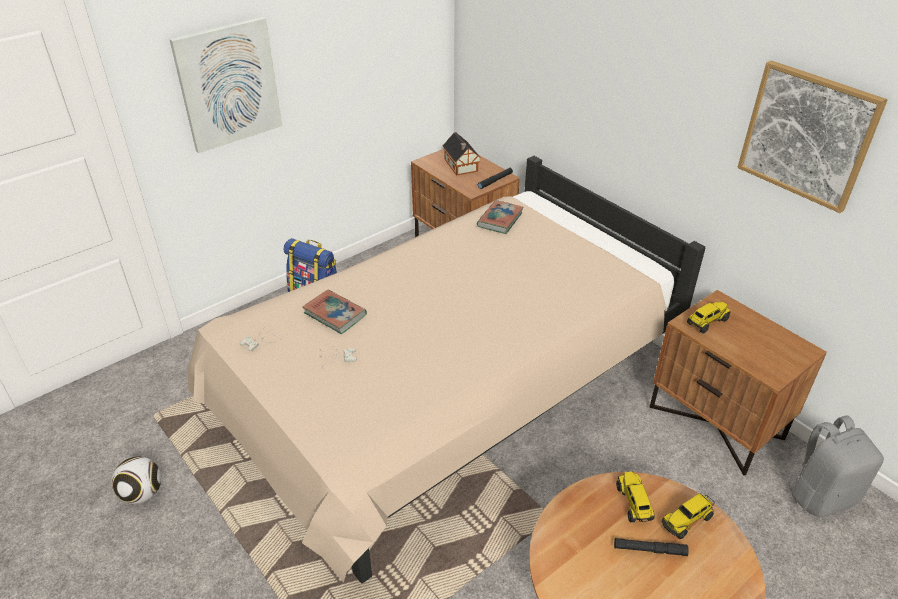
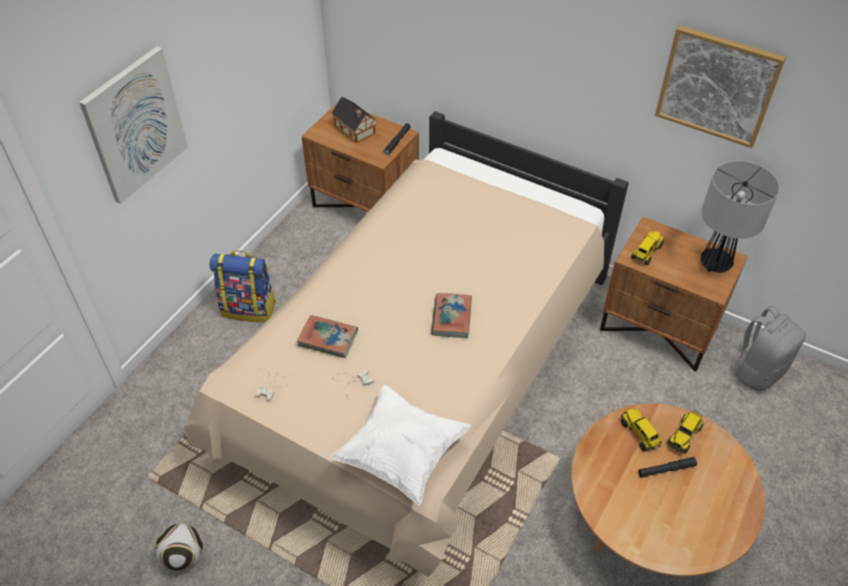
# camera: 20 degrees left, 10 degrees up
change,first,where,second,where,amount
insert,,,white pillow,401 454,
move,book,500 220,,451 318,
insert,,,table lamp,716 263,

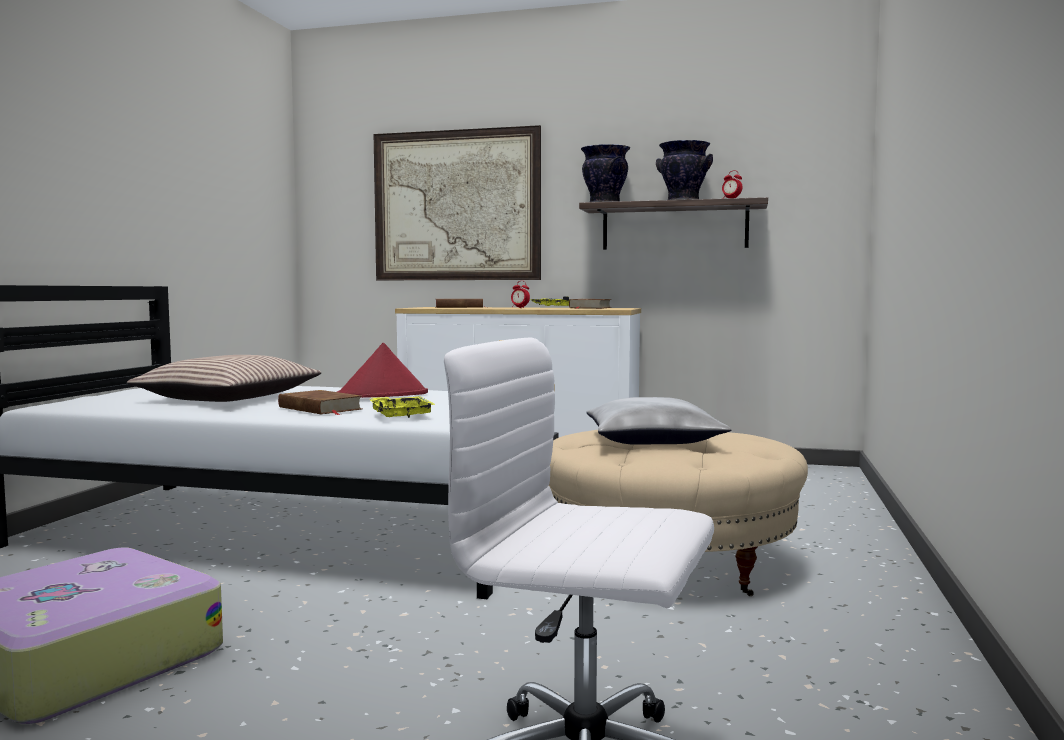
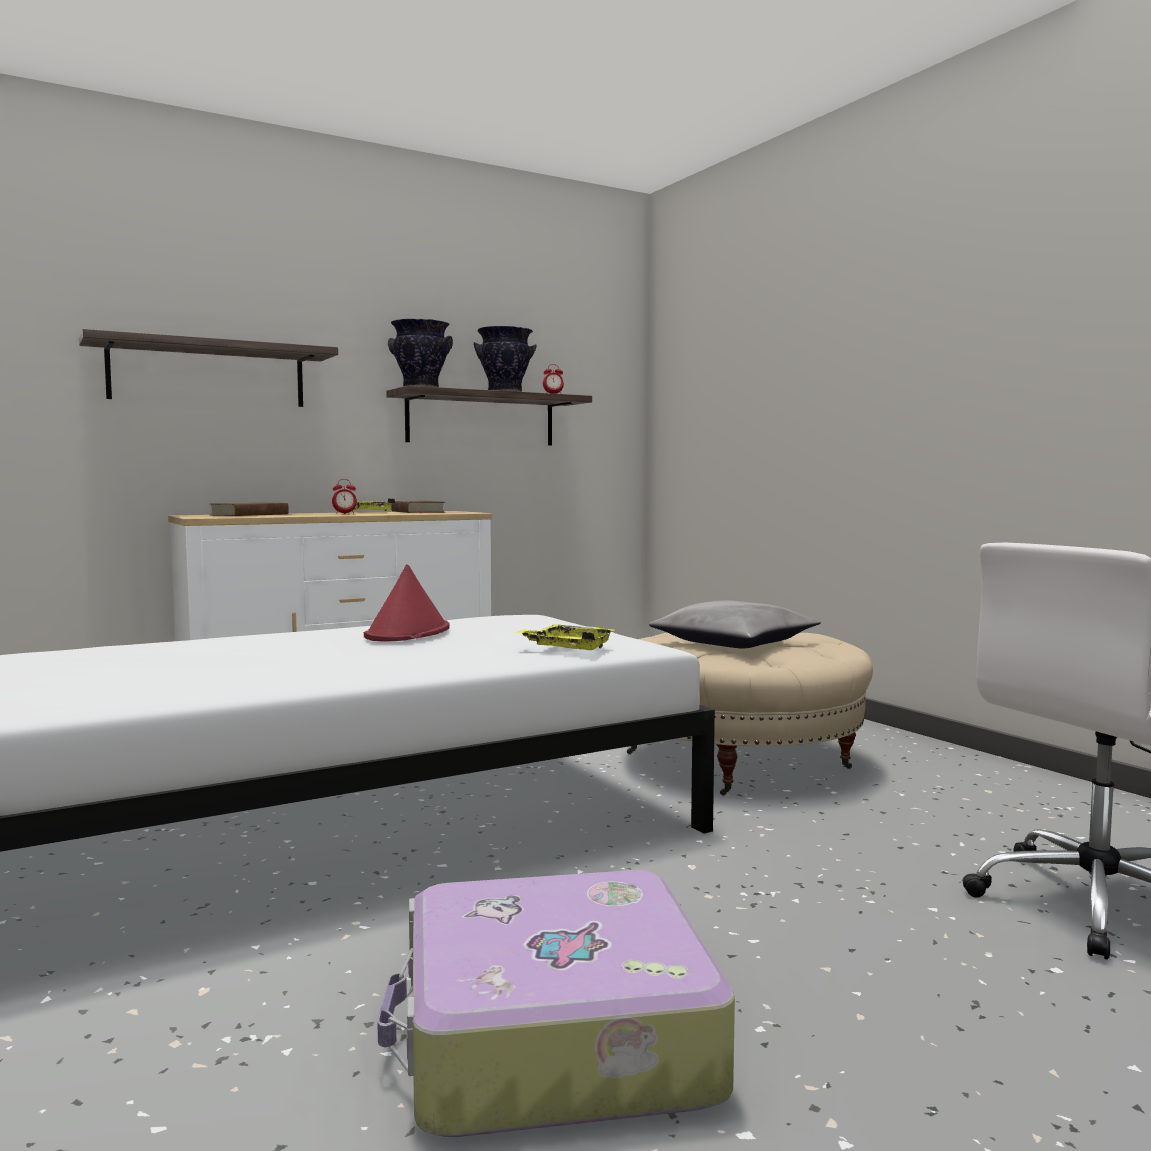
# camera: 45 degrees left, 0 degrees up
change,first,where,second,where,amount
replace,picture,456 206,shelf,208 374,
delete,pillow,228 398,,,
delete,brown book,320 408,,,

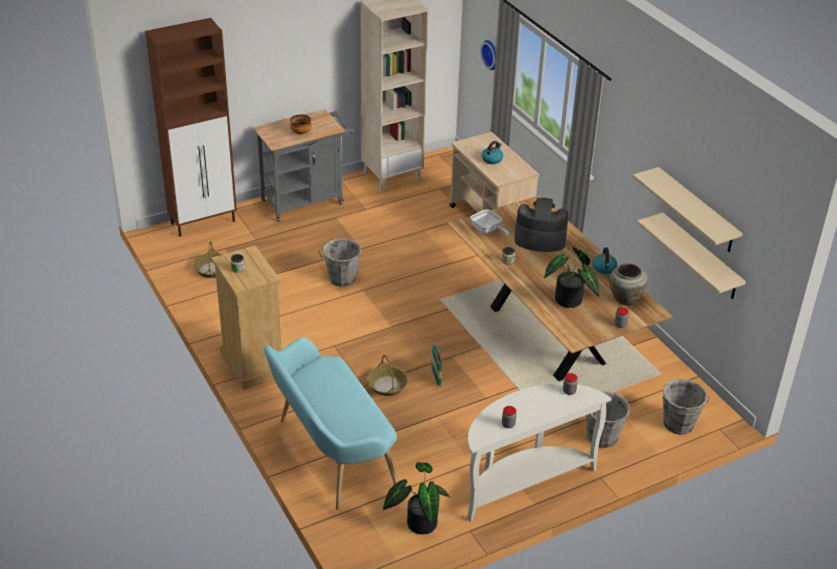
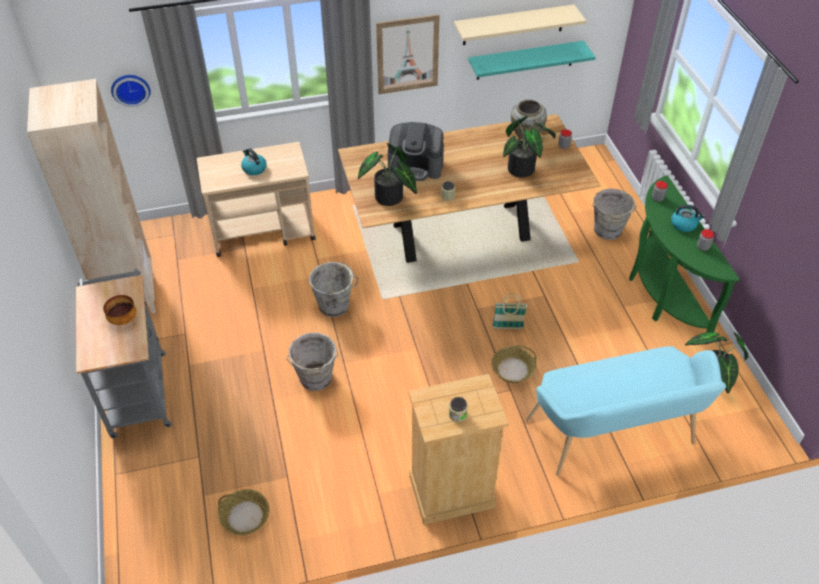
# camera: 75 degrees left, 10 degrees up
change,first,where,second,where,amount
move,grey bucket,678 425,,335 306,
replace,frying pan,487 231,potted plant,389 199,
insert,,,picture,407 54,
rotate,coffee machine,539 239,,416 166,105 degrees counterclockwise
recolor,beige shelf,700 257,turquoise shelf,525 60,
recolor,white console table,523 482,green console table,661 294,
move,kettle,604 268,,684 224,
delete,brown cabinet,204 222,,,

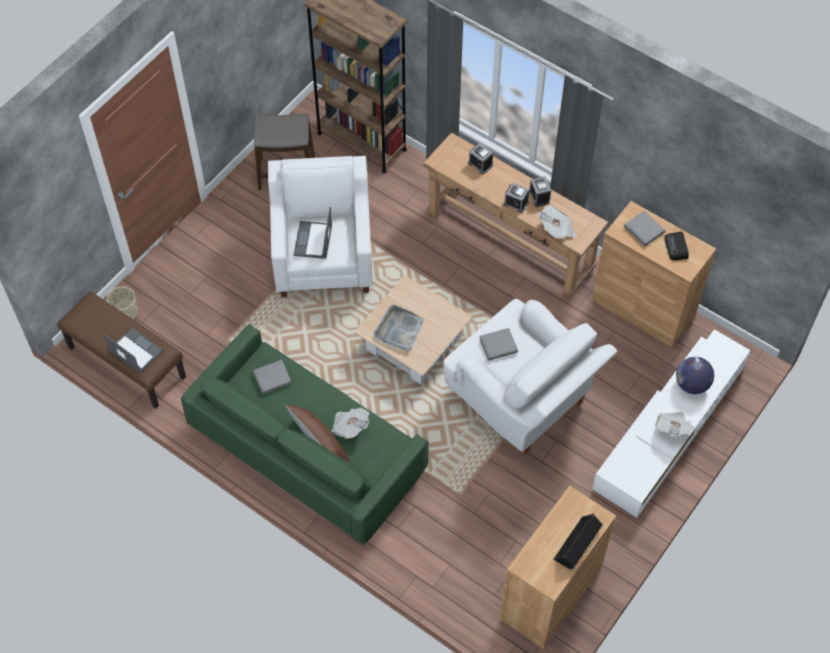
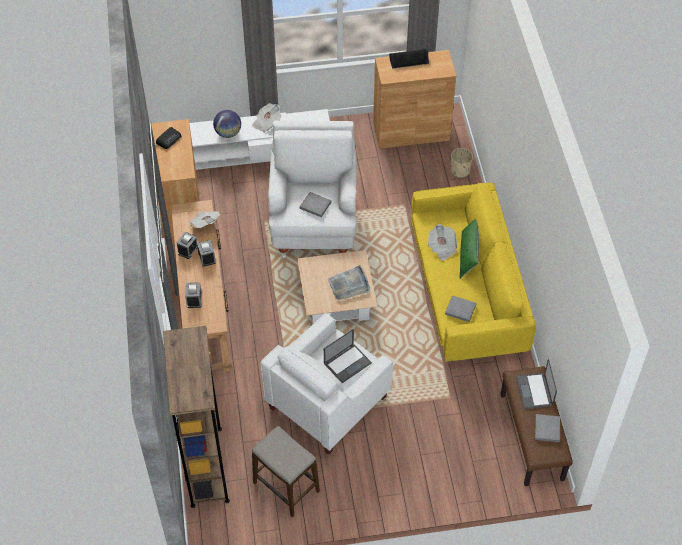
# camera: 135 degrees left, 5 degrees down
change,first,where,second,where,amount
recolor,green sofa,308 451,yellow sofa,466 291,
move,beige planter,125 313,,460 171,
recolor,brown pillow,319 441,green pillow,468 255,
move,grey book,644 230,,547 429,

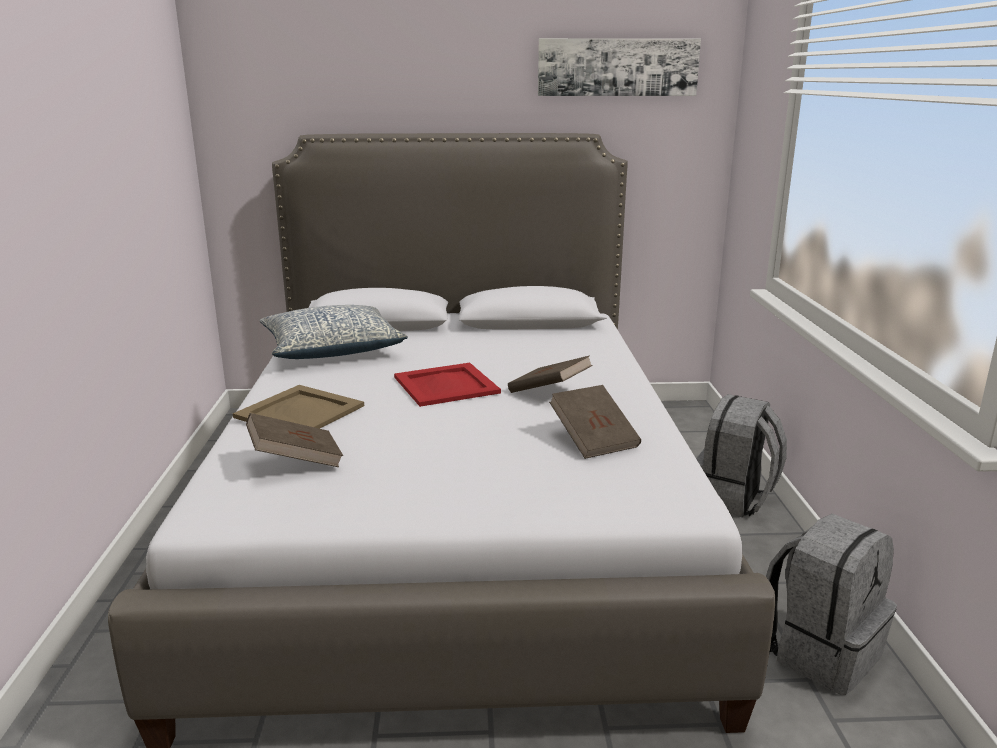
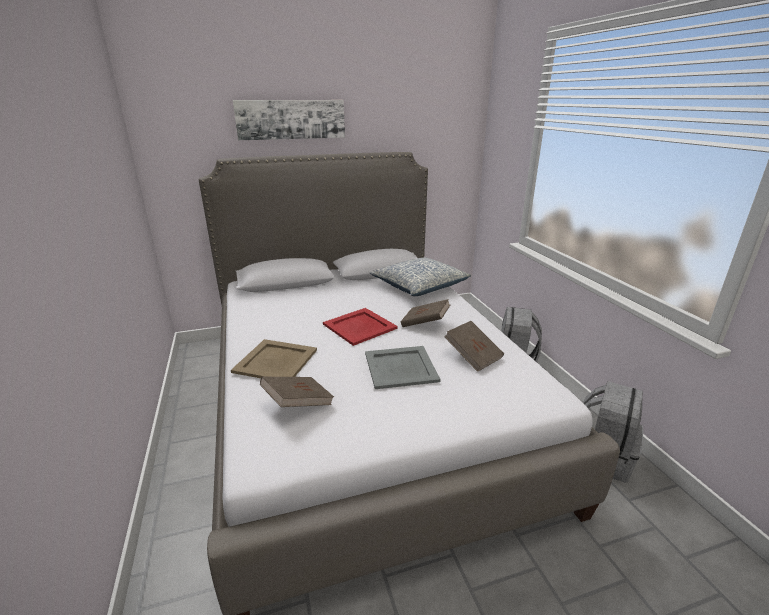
# camera: 15 degrees left, 5 degrees up
change,first,where,second,where,amount
move,picture,617 67,,291 119,
insert,,,grey tray,400 367,
move,pillow,332 349,,419 286,

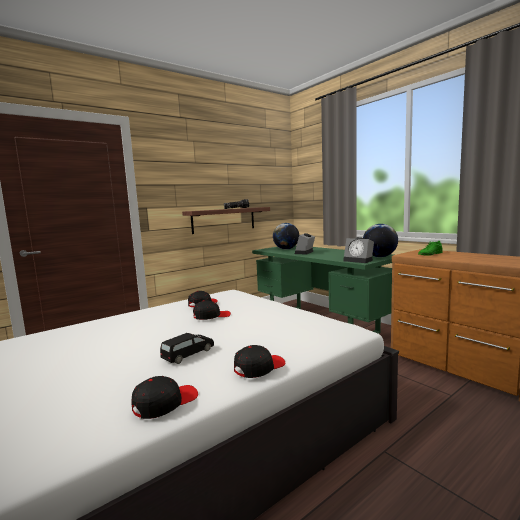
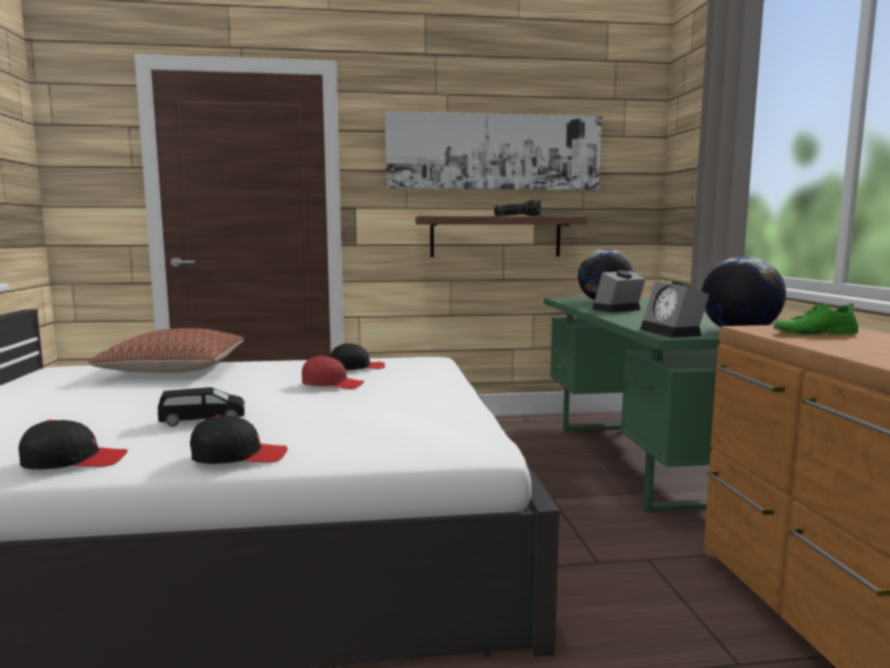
# camera: 30 degrees right, 0 degrees up
change,first,where,second,where,amount
insert,,,pillow,174 369,
recolor,black cap,211 316,red cap,332 384,
insert,,,picture,494 152,

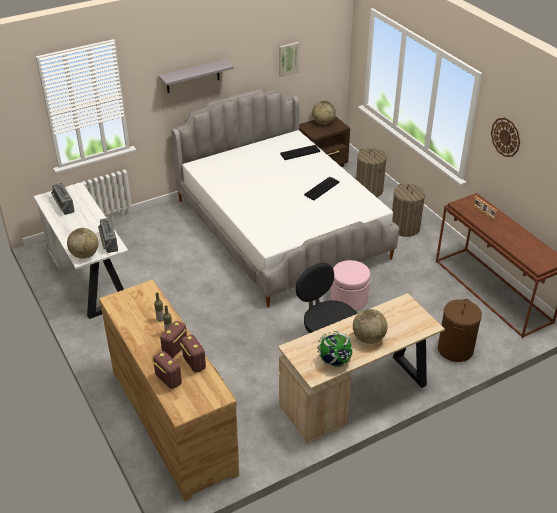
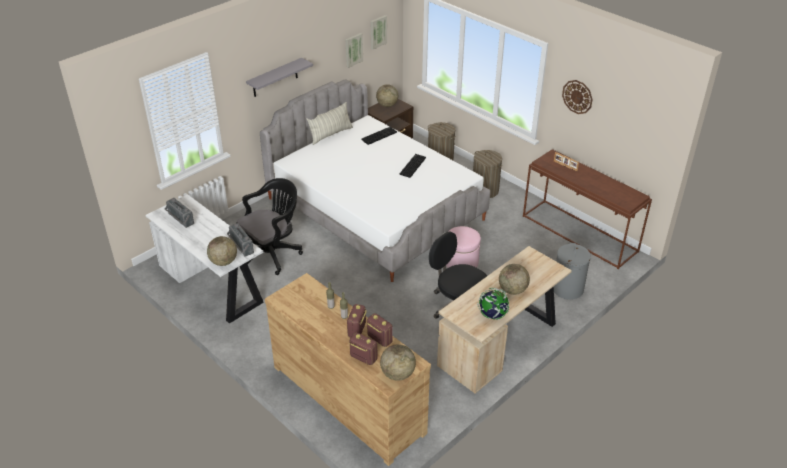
# camera: 15 degrees left, 0 degrees up
change,first,where,second,where,amount
insert,,,black office chair,272 253,
insert,,,pillow,331 134,
insert,,,picture,378 31,
insert,,,globe,397 374,
recolor,brown laundry basket,455 349,grey laundry basket,567 289,

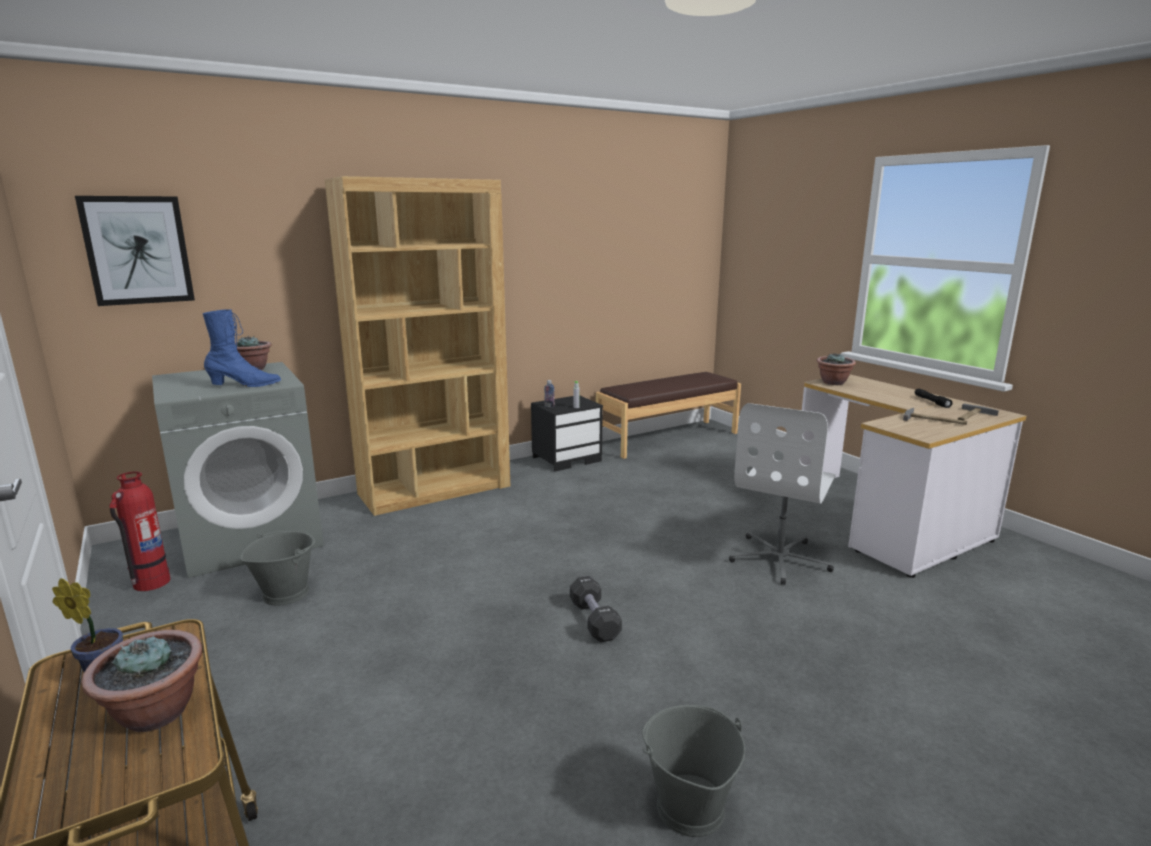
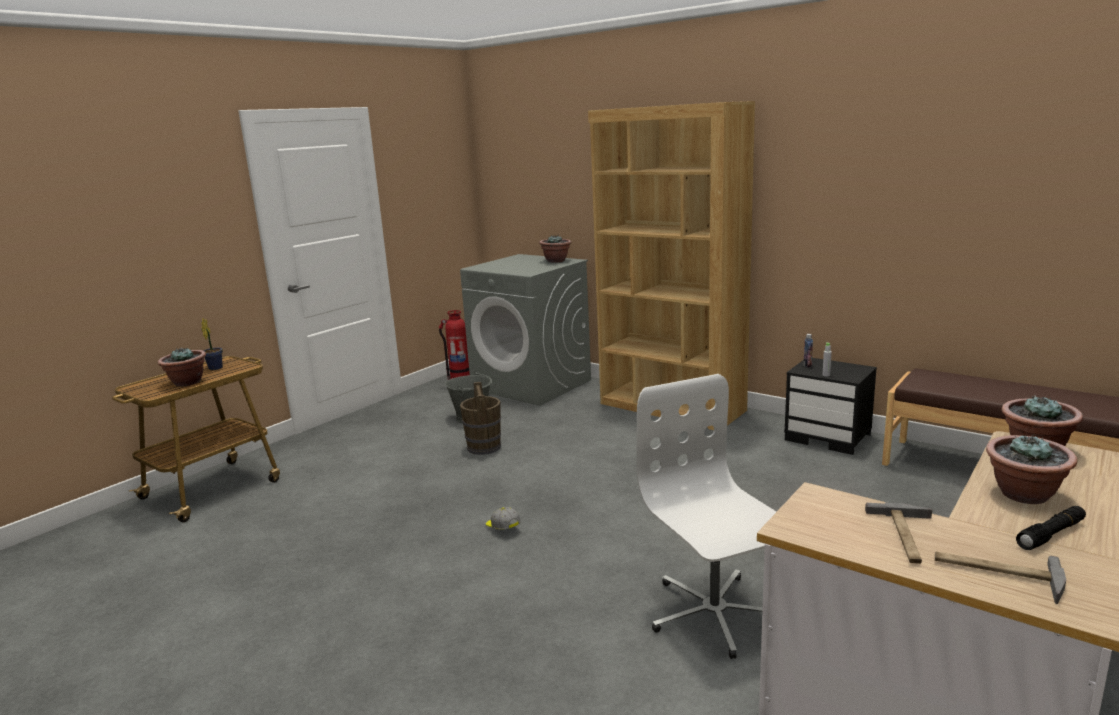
# camera: 70 degrees right, 0 degrees up
change,first,where,second,where,amount
insert,,,brown bucket,484 447,
replace,black dumbbell,594 620,cap,503 528,
rotate,white office chair,780 559,,713 614,60 degrees clockwise
insert,,,potted plant,1024 495,
delete,picture,138 250,,,
delete,blue boot,244 385,,,
delete,grey bucket,689 807,,,

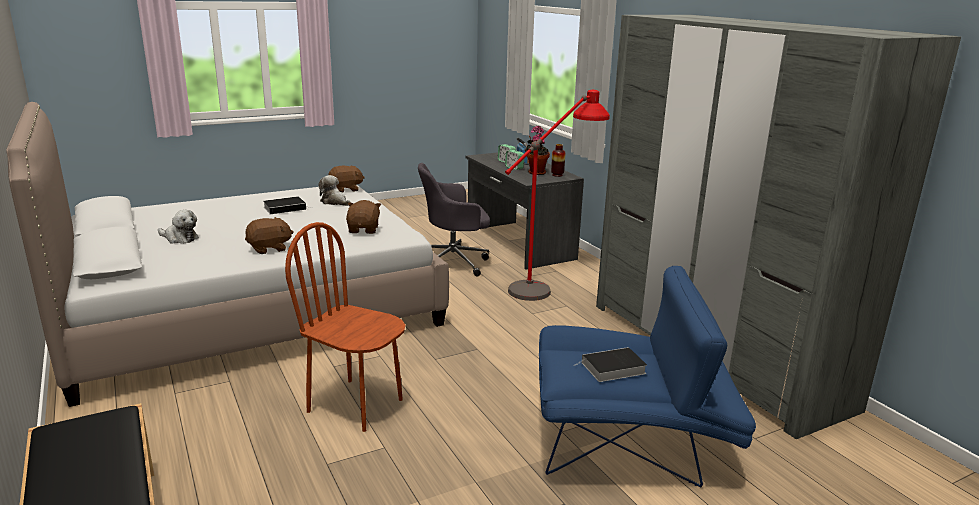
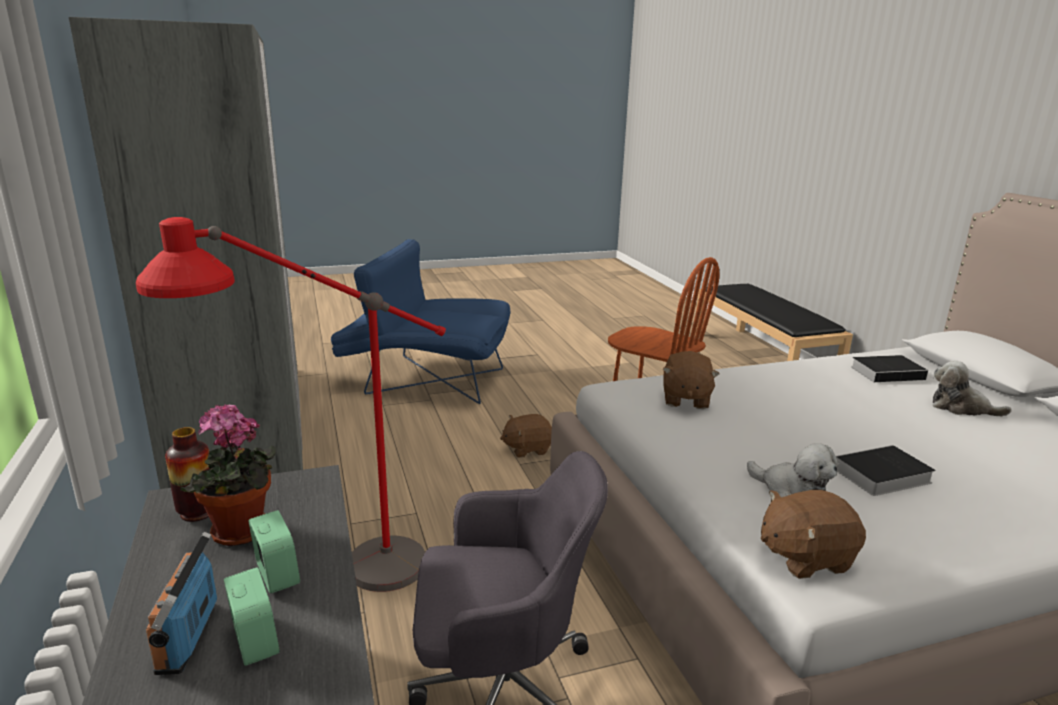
# camera: 170 degrees left, 0 degrees up
change,first,where,second,where,amount
move,brown plush toy,269 248,,527 449,
move,book,612 368,,888 373,

